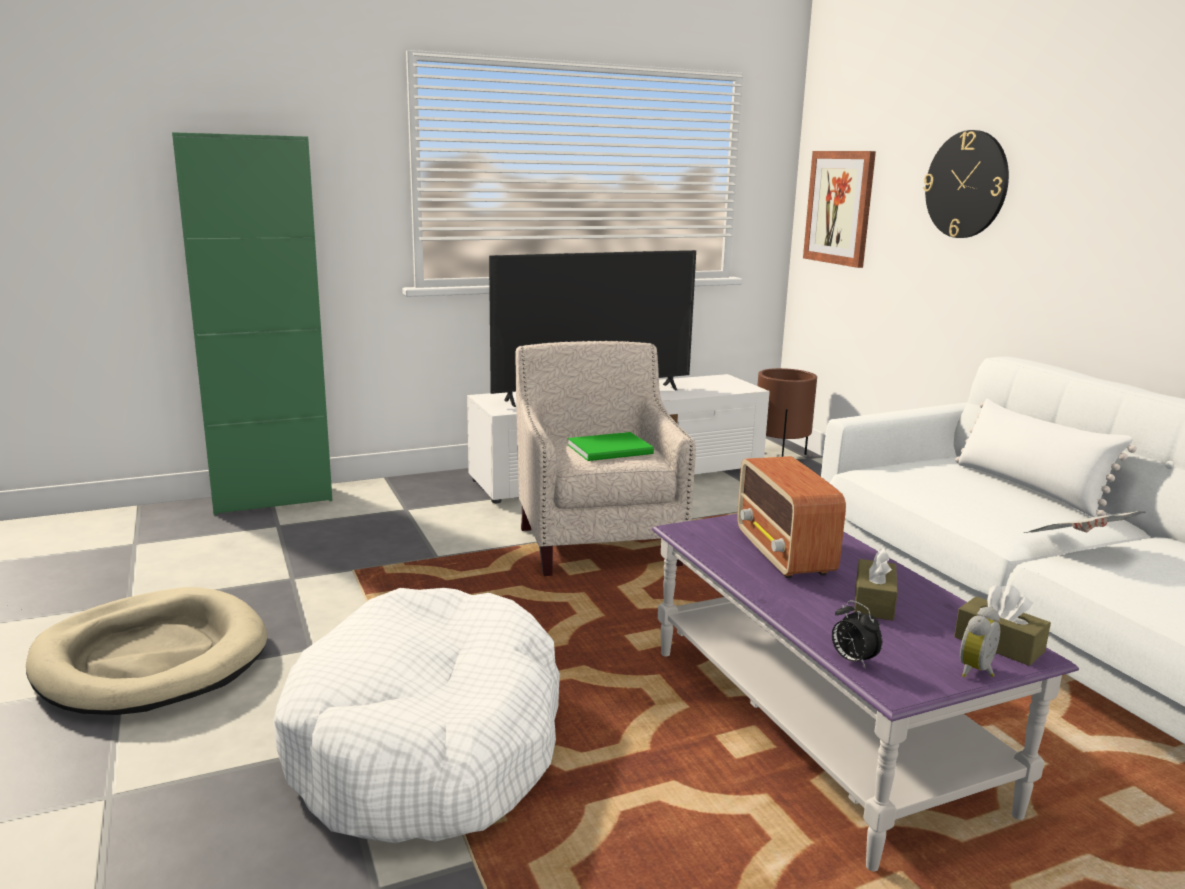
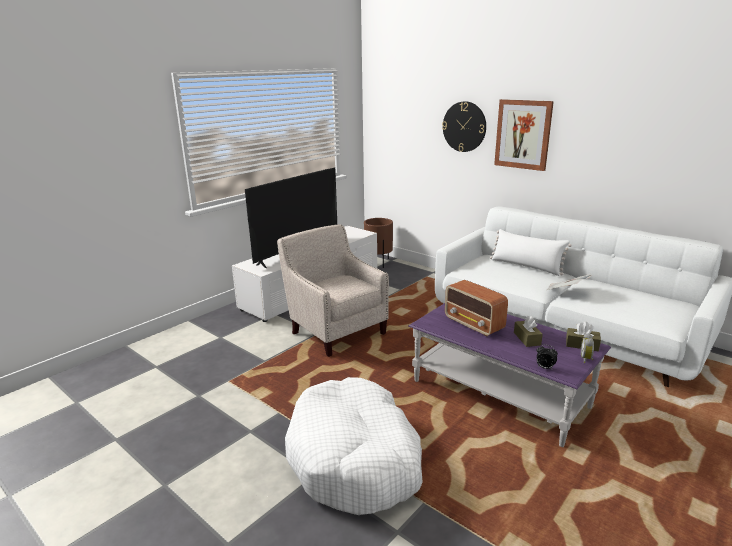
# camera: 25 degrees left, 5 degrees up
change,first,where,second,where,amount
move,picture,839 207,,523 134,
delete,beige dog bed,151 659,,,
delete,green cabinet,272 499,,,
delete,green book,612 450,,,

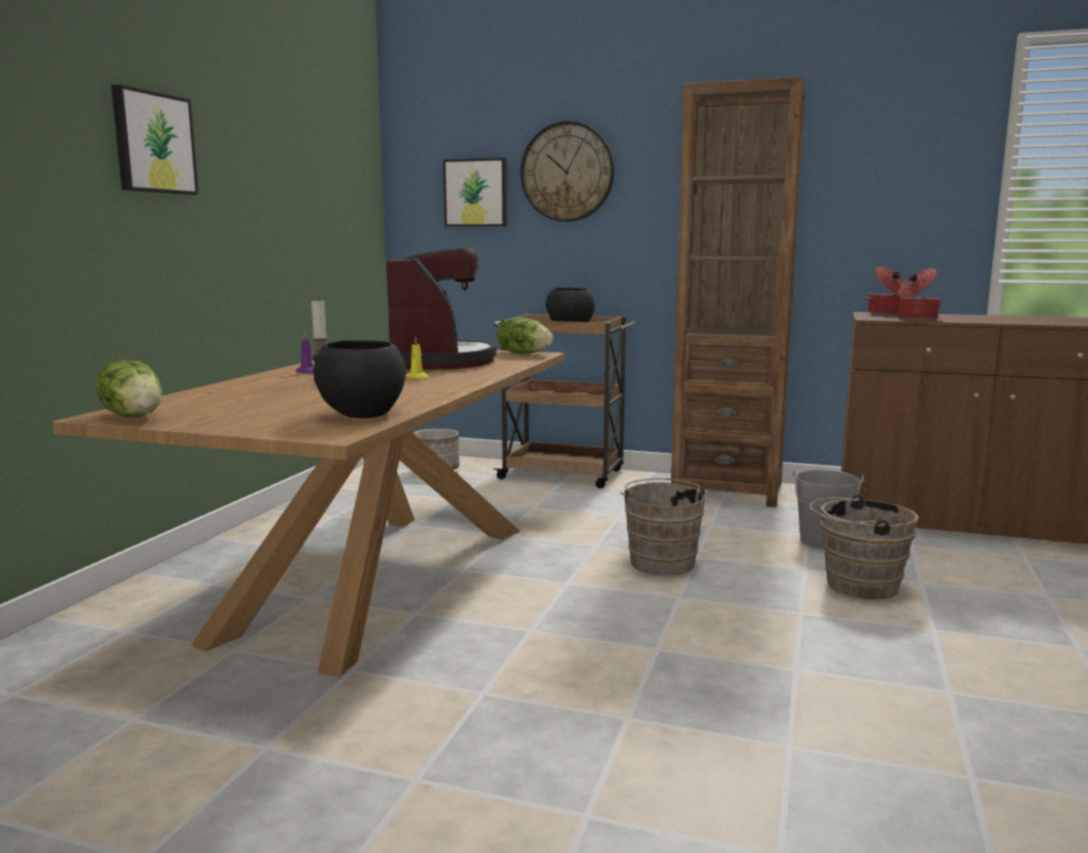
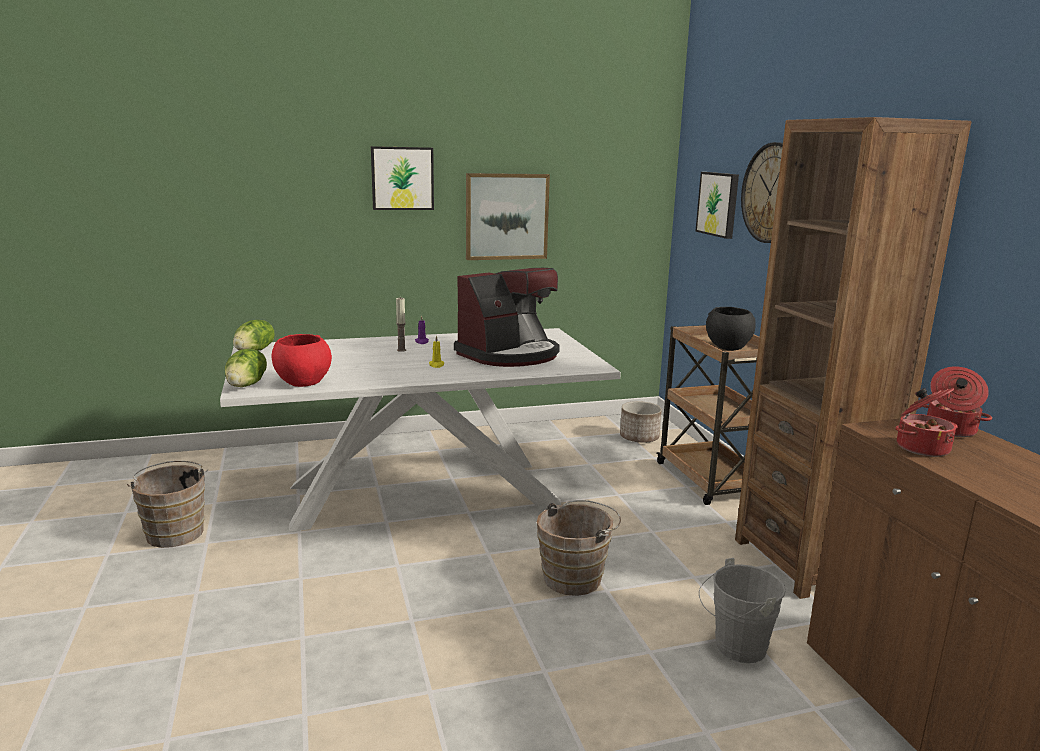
# camera: 55 degrees right, 5 degrees up
change,first,where,second,where,amount
move,brown bucket,856 585,,175 532,
recolor,brown dining table,378 580,white dining table,421 494,
move,lettuce,524 353,,247 385,
recolor,black bowl,362 414,red bowl,303 382,
insert,,,picture,506 216,

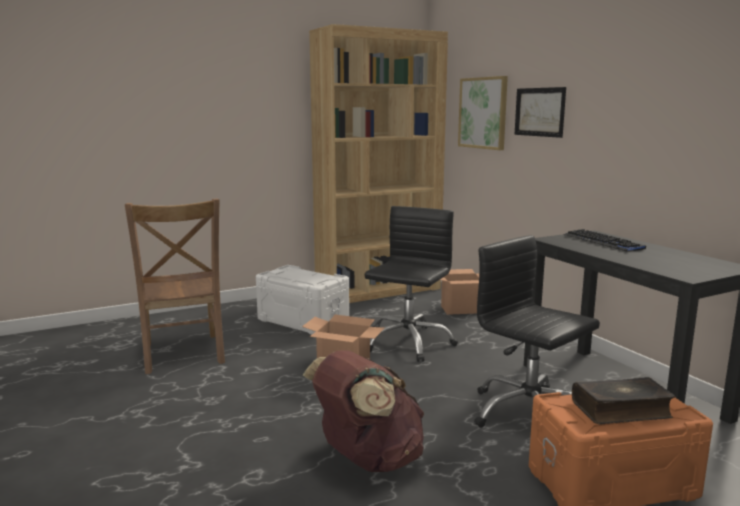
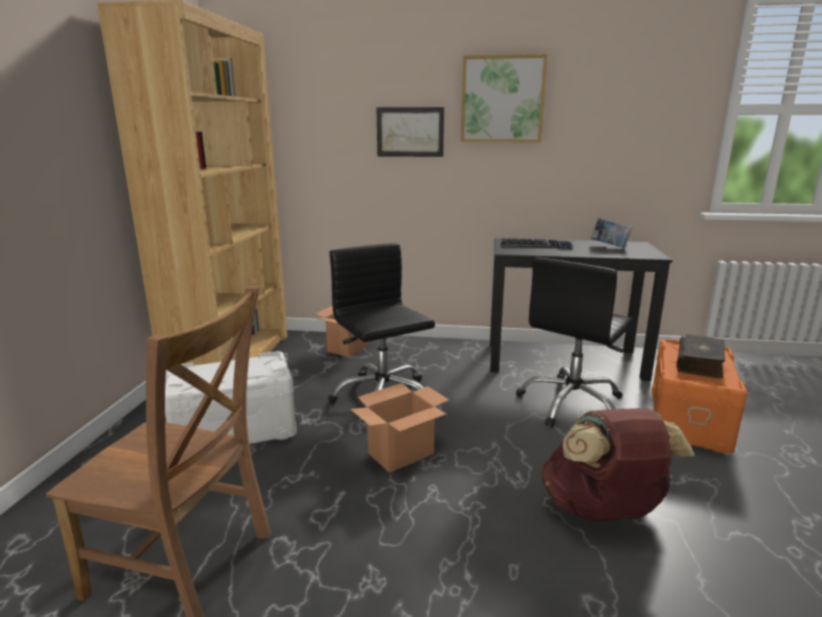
# camera: 55 degrees left, 5 degrees up
change,first,where,second,where,amount
move,picture,483 113,,502 99,
rotate,black office chair,528 413,,572 404,45 degrees counterclockwise
insert,,,book,609 246,

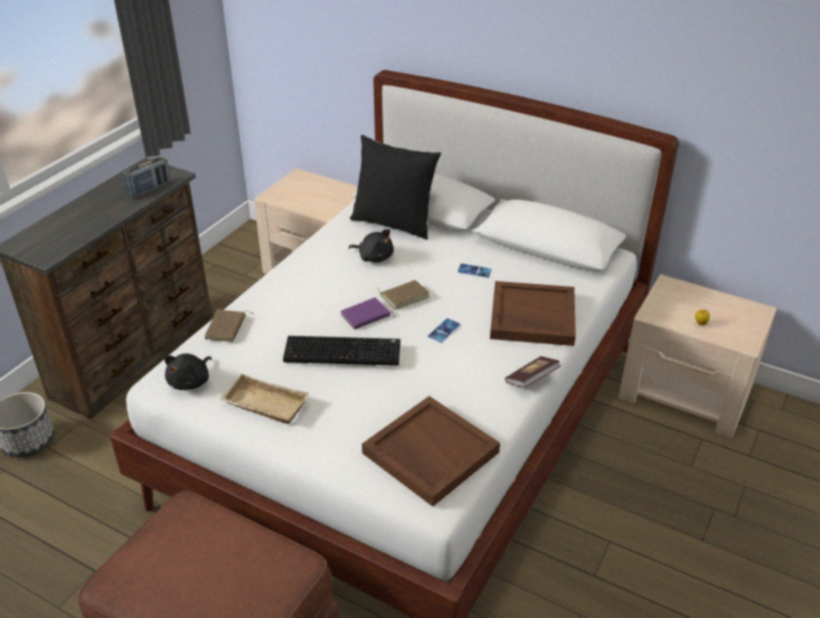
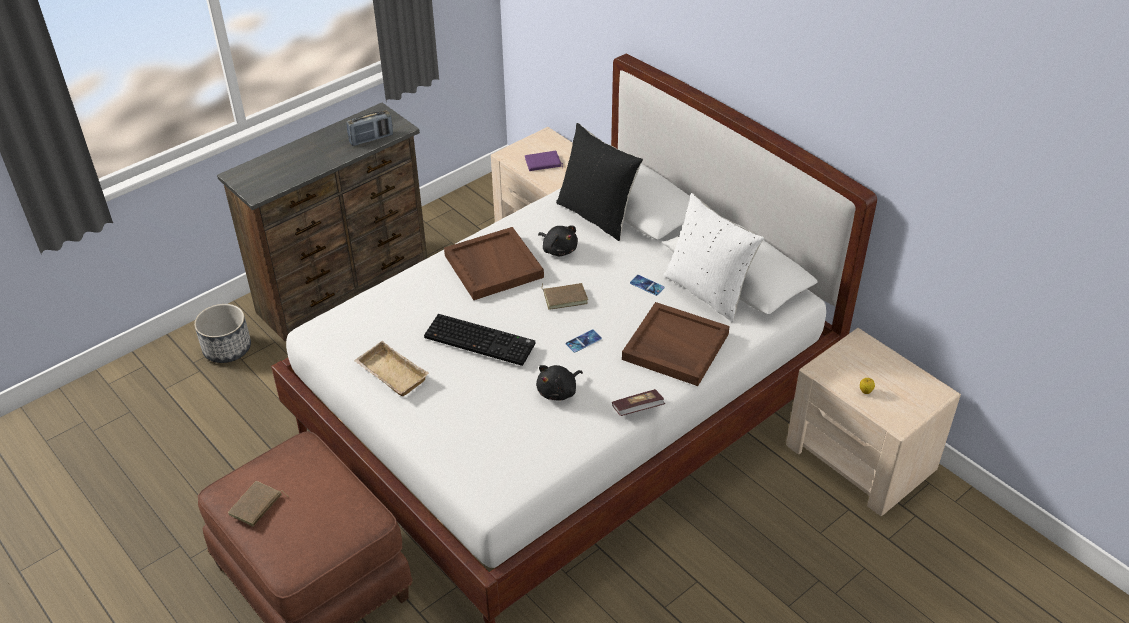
# camera: 20 degrees right, 5 degrees up
change,first,where,second,where,amount
move,brown book,227 328,,256 506,
move,brown tray,429 452,,492 266,
move,purple book,366 316,,543 164,
move,black plush toy,191 382,,559 391,
insert,,,white pillow,708 292,

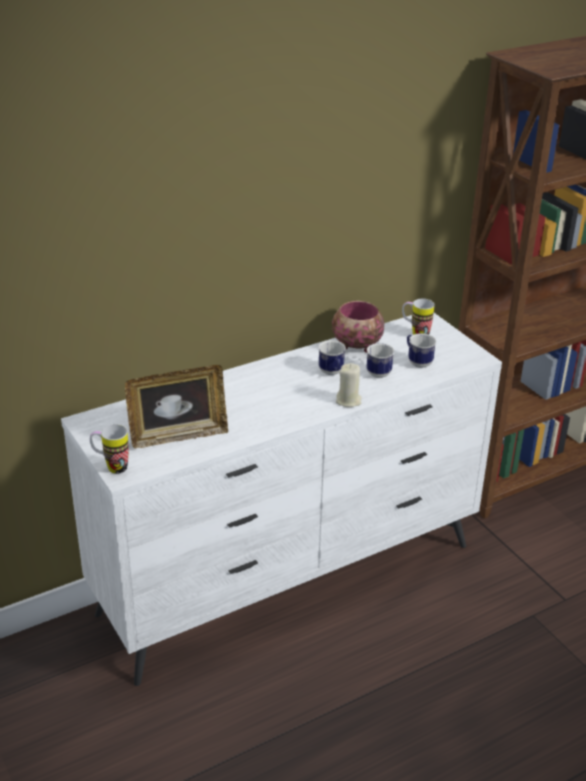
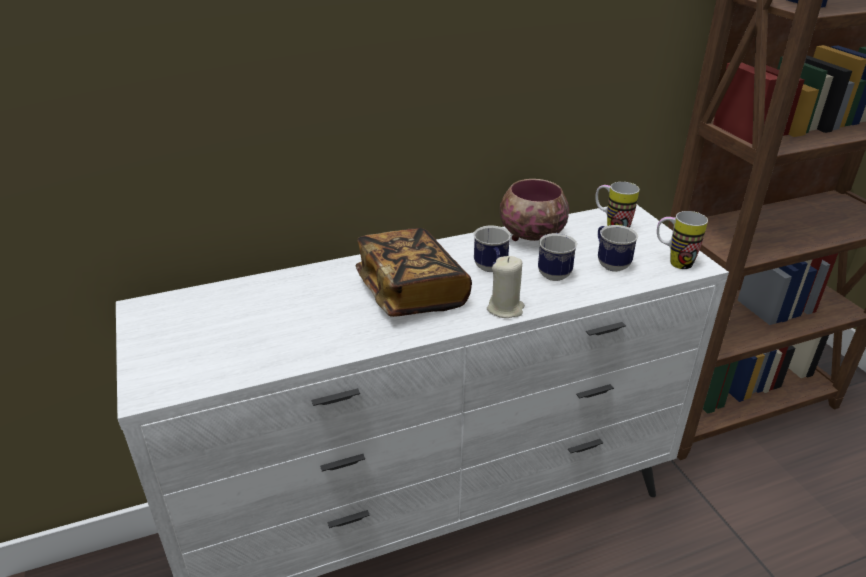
# camera: 10 degrees right, 0 degrees up
change,first,where,second,where,amount
insert,,,book,411 292,
move,mug,111 467,,673 262,
delete,picture frame,178 435,,,

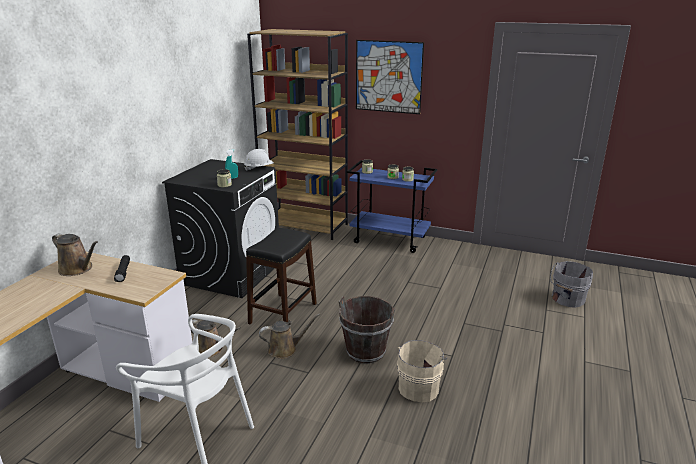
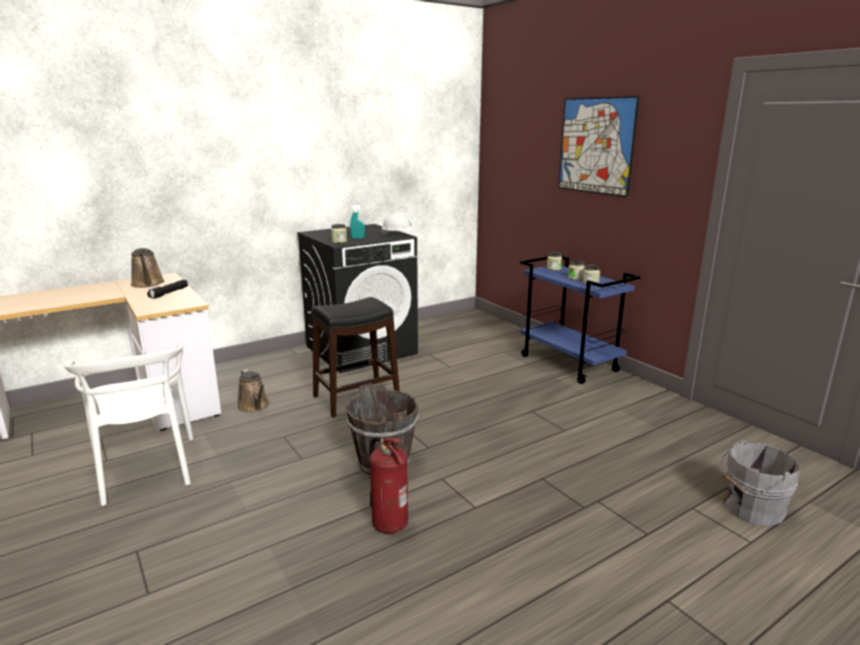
# camera: 35 degrees right, 5 degrees down
change,first,where,second,where,amount
replace,beige bucket,419 387,fire extinguisher,389 523,
delete,brown bookcase,305 226,,,
delete,brown watering can,285 349,,,

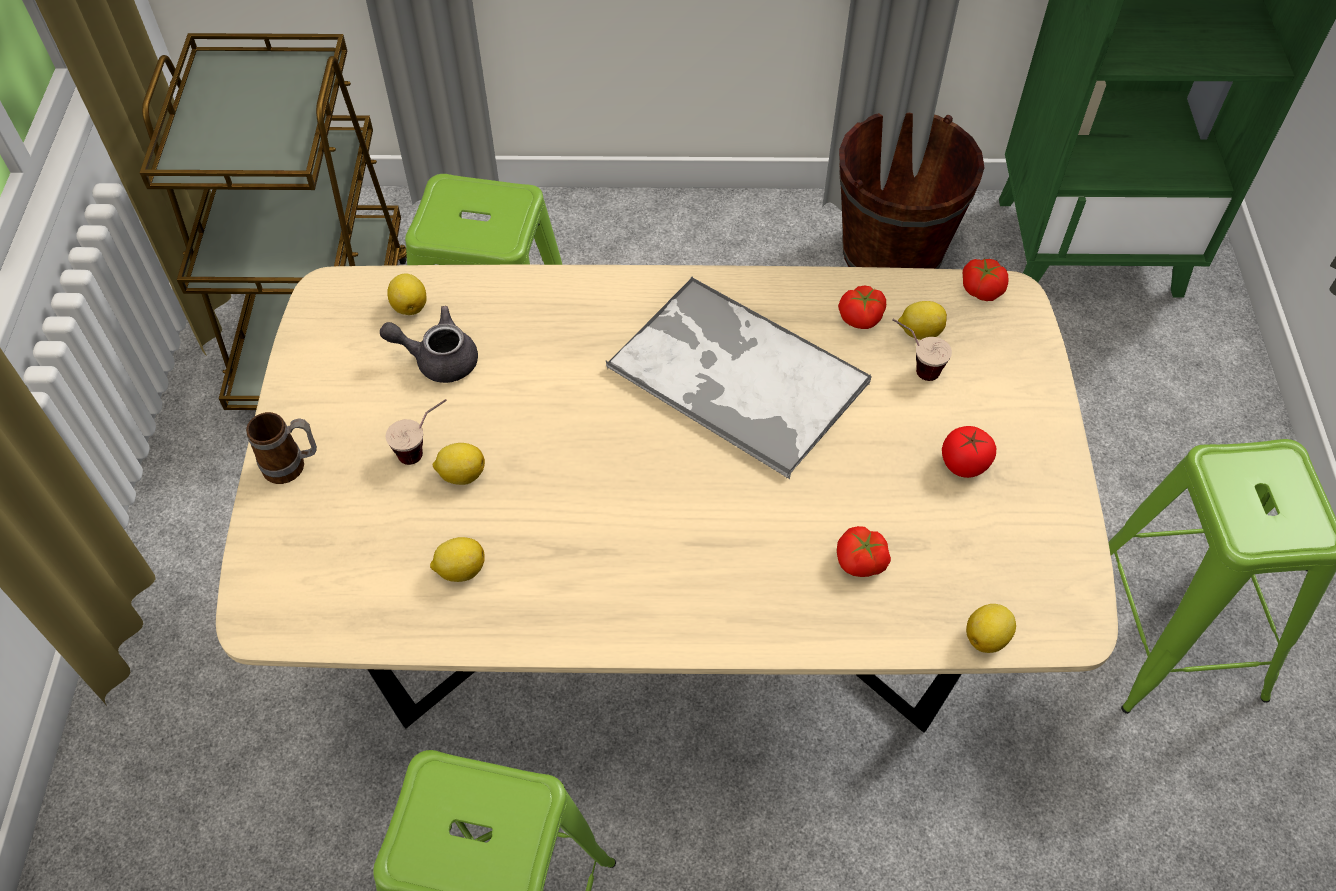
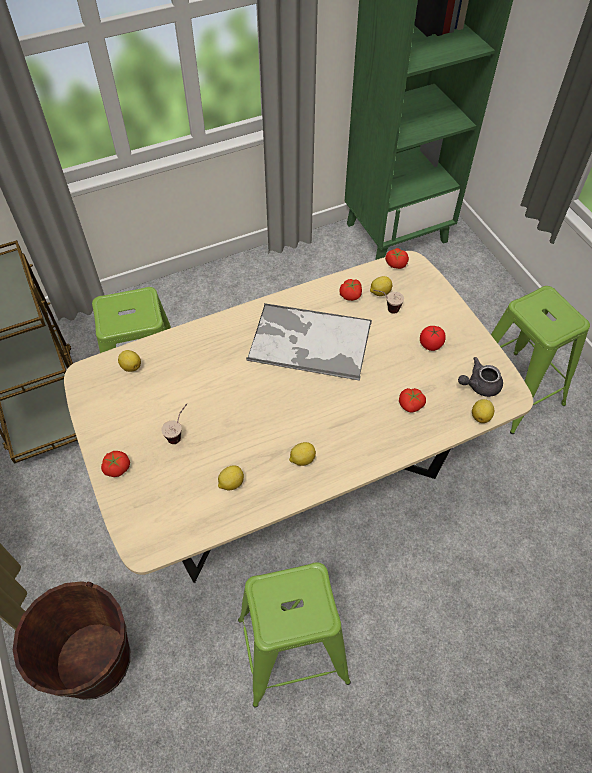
# camera: 25 degrees left, 0 degrees up
change,first,where,second,where,amount
move,brown bucket,891 254,,94 661,
replace,mug,293 466,tomato,116 468,
move,lemon,461 474,,302 459,
move,grey teapot,438 359,,479 385,

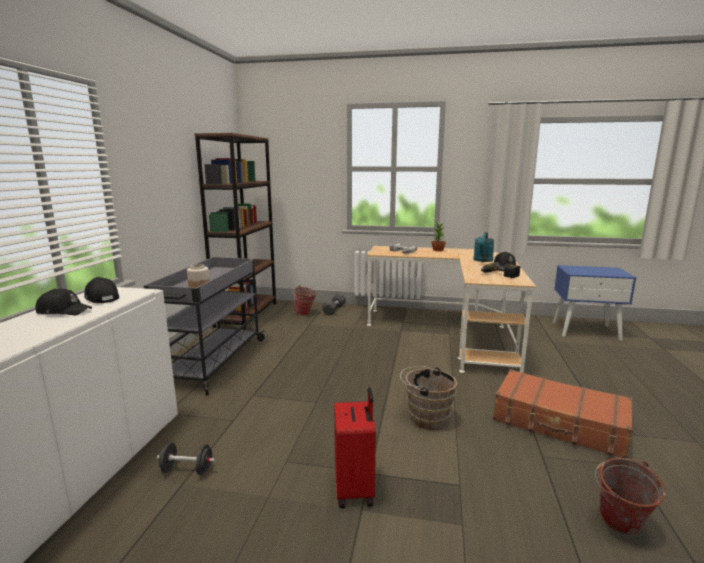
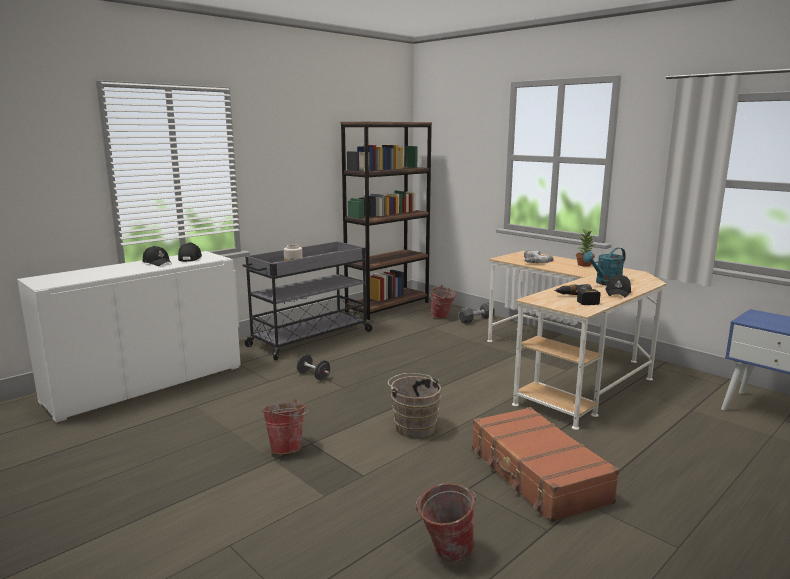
# camera: 35 degrees right, 0 degrees up
change,first,where,second,where,amount
replace,red suitcase,355 489,bucket,287 448,
move,black dumbbell,187 470,,313 376,

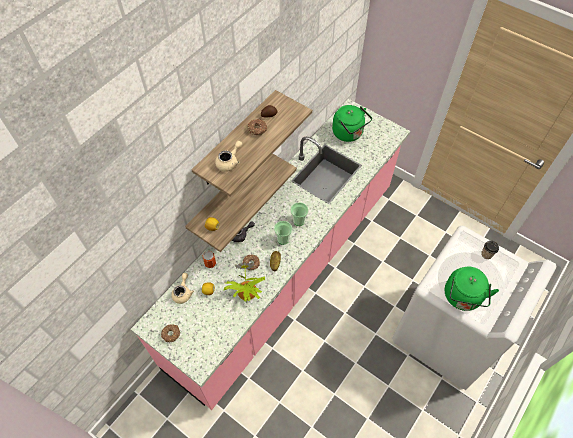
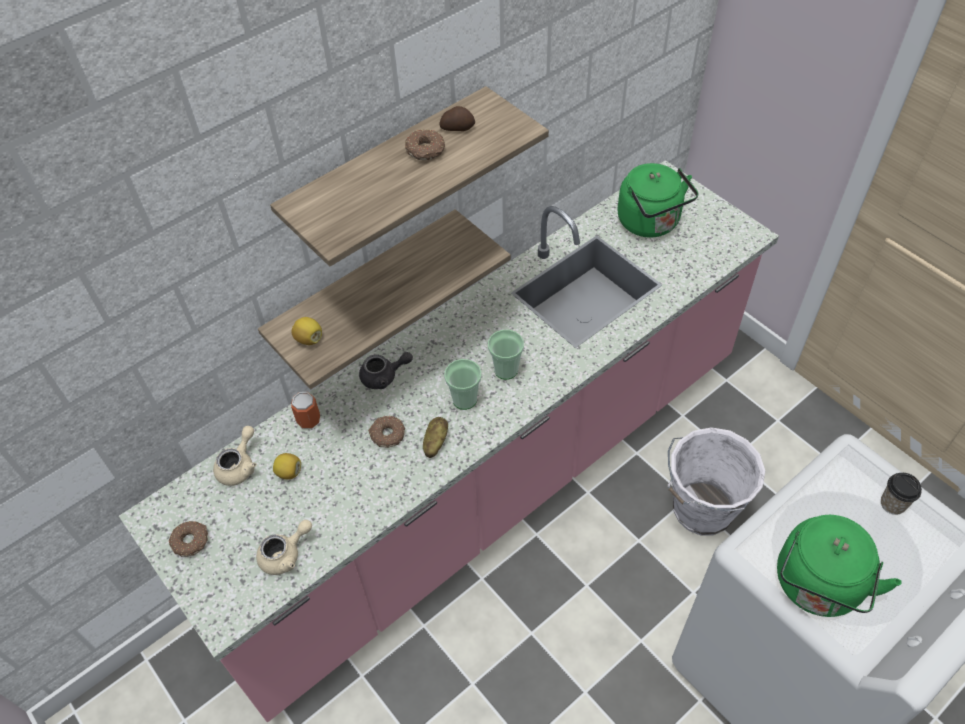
# camera: 15 degrees right, 5 degrees down
change,first,where,second,where,amount
move,beige teapot,229 162,,285 554,
insert,,,white bucket,700 510,
delete,potted plant,246 292,,,

